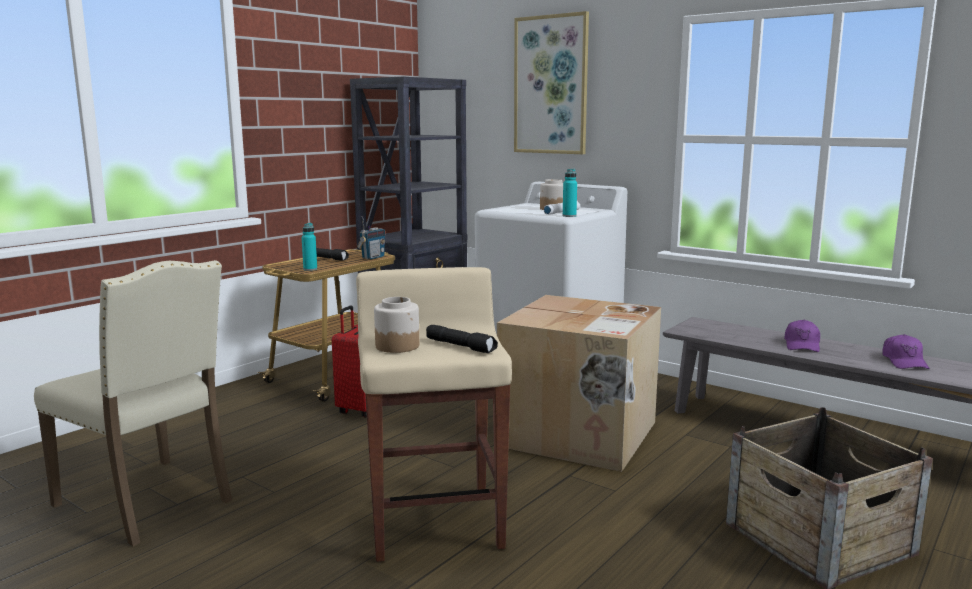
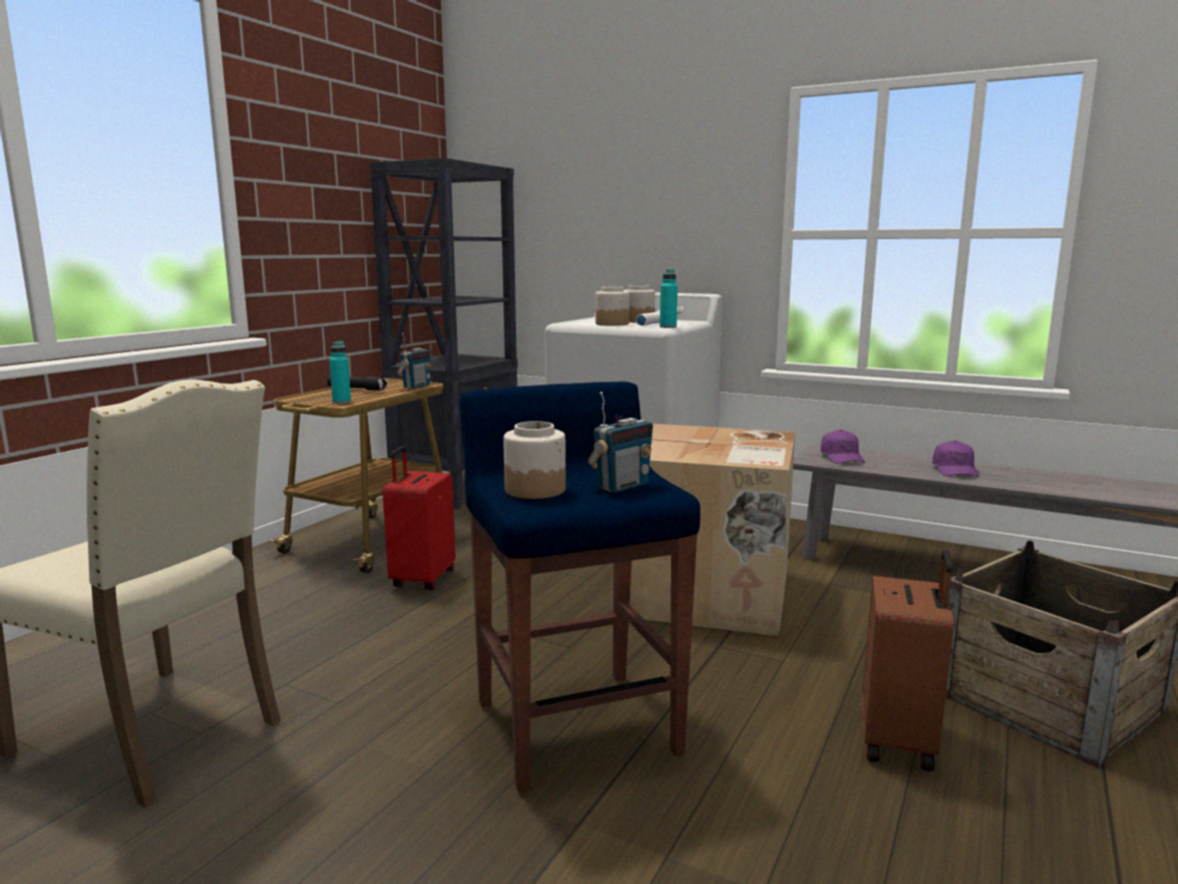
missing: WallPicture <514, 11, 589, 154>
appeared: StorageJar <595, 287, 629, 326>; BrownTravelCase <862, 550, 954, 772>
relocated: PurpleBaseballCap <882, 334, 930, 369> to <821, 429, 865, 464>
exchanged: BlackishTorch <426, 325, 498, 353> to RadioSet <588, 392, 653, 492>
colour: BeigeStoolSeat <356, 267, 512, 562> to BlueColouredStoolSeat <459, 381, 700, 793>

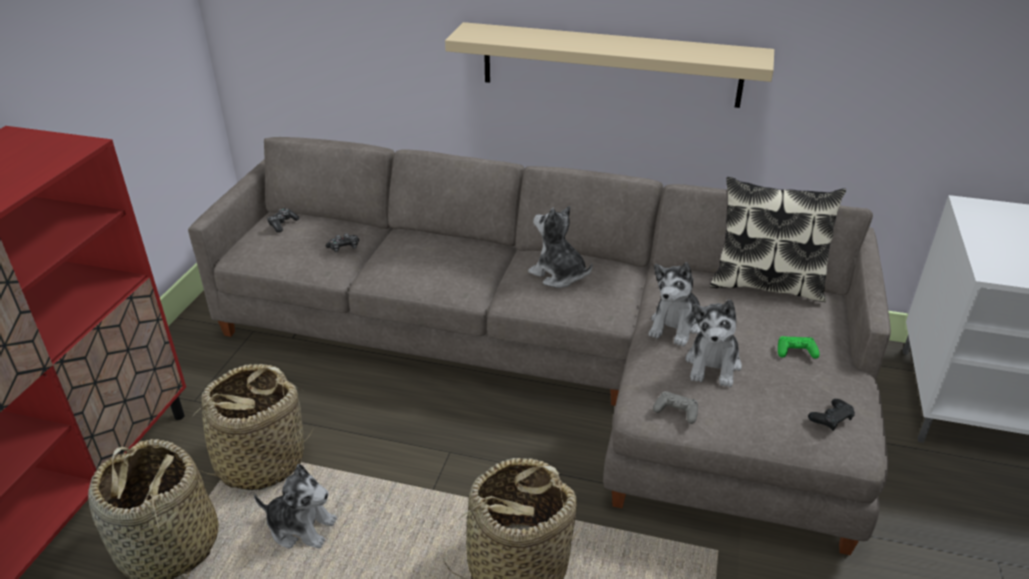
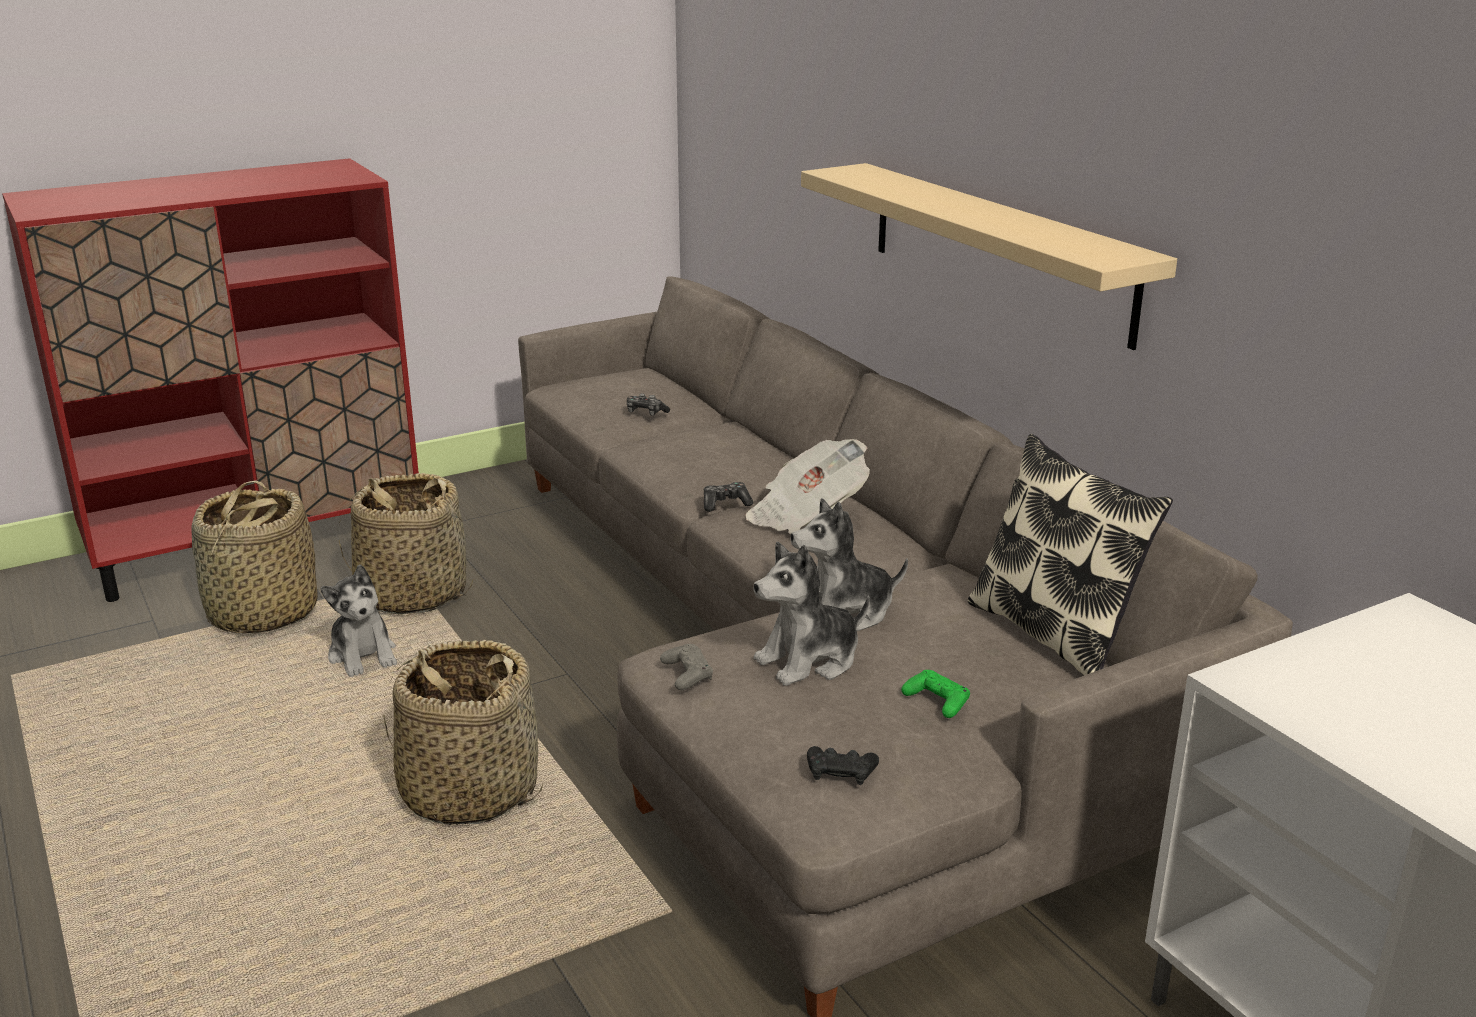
relocated: Joypad <267, 208, 300, 233> to <704, 482, 753, 512>
exchanged: SoftToy <528, 206, 593, 288> to PrintedPaper <746, 439, 870, 534>

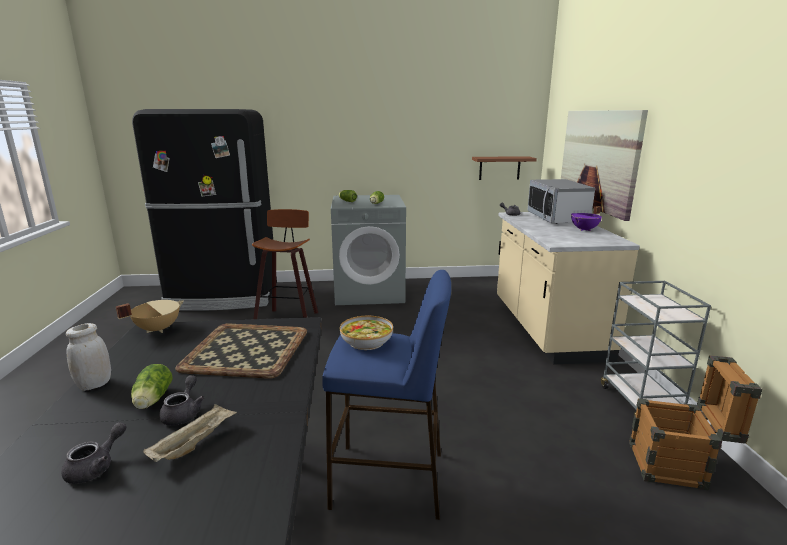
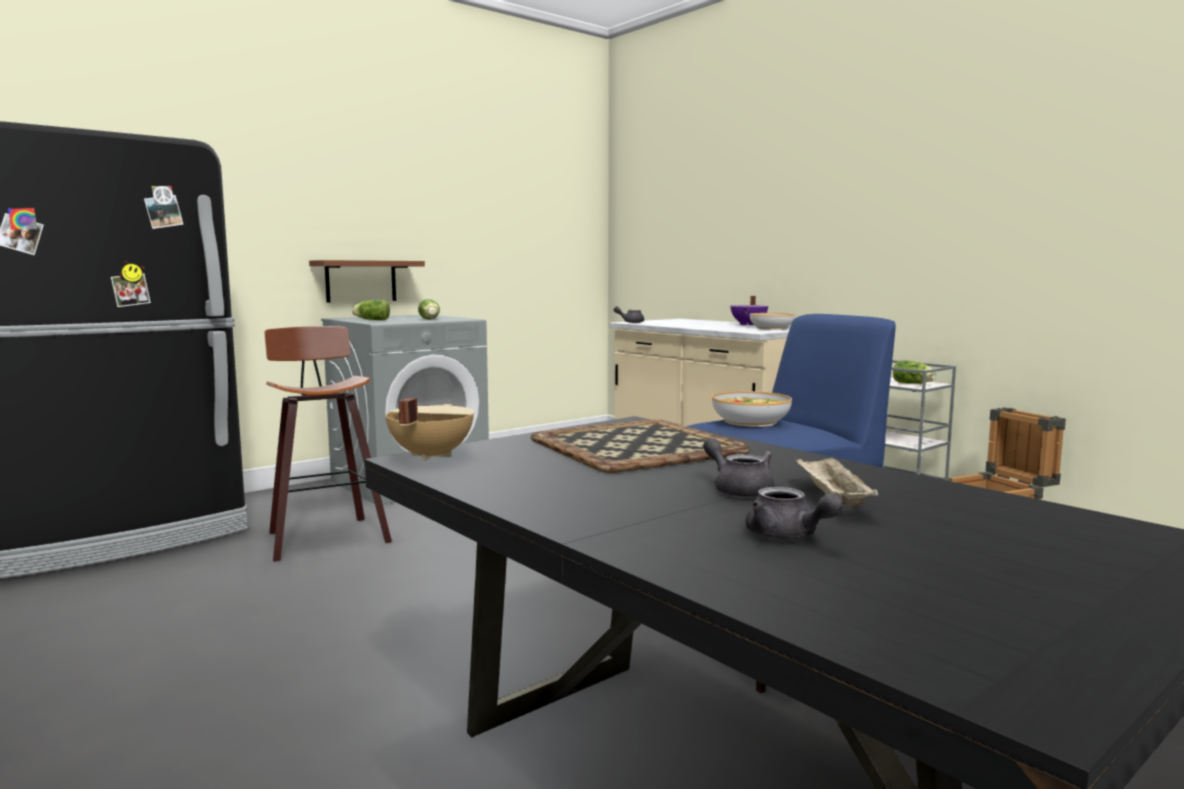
missing: WhiteStorageJar <66, 323, 111, 391>; KitchenMicrowave <527, 179, 595, 224>; WallPicture <561, 110, 648, 221>
appeared: DeepDish <750, 313, 795, 329>
relocated: HeadOfLettuce <131, 364, 173, 409> to <893, 360, 936, 384>; BrownBracketShelf <472, 156, 537, 180> to <309, 260, 425, 303>
spun: GreyTeapot <62, 422, 126, 484> = <745, 487, 844, 540> 150 degrees clockwise

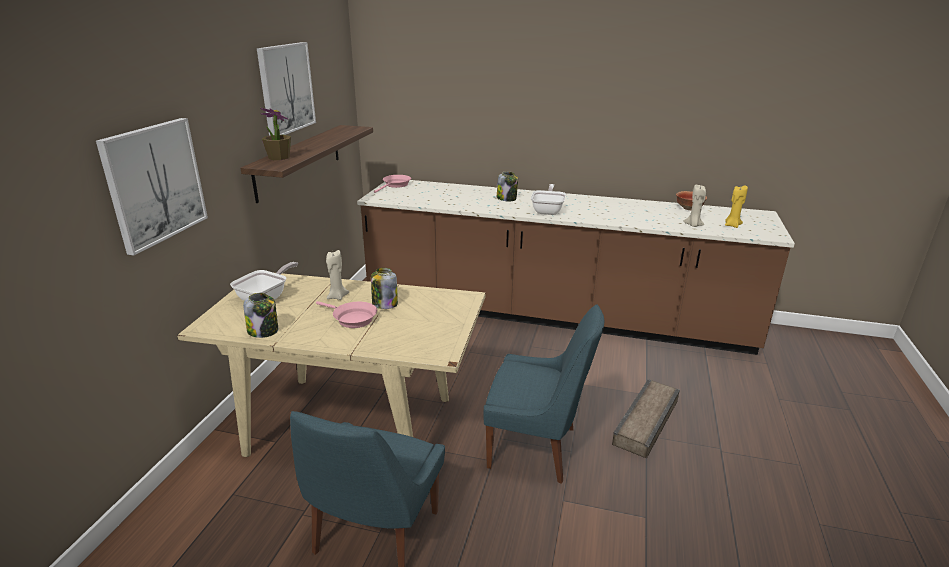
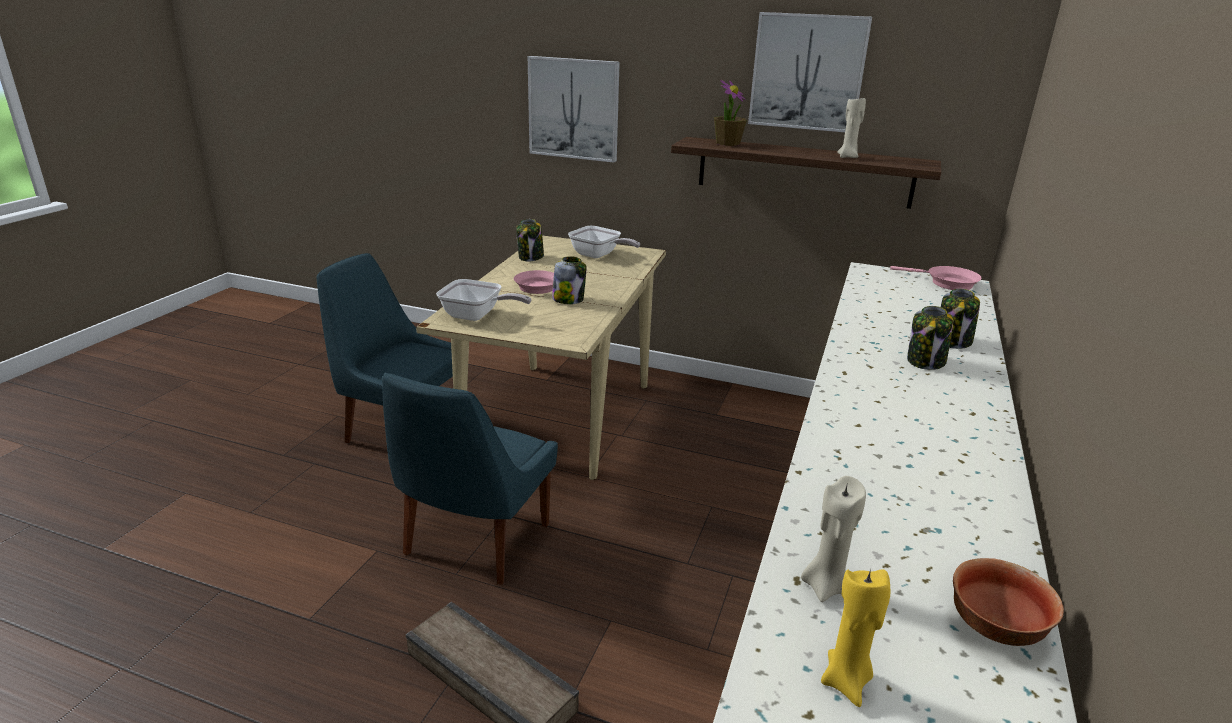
appeared: StorageJar <941, 289, 980, 349>
relocated: BeigeCandle <326, 250, 349, 300> to <837, 96, 866, 158>; Pan <531, 184, 566, 215> to <436, 279, 531, 321>

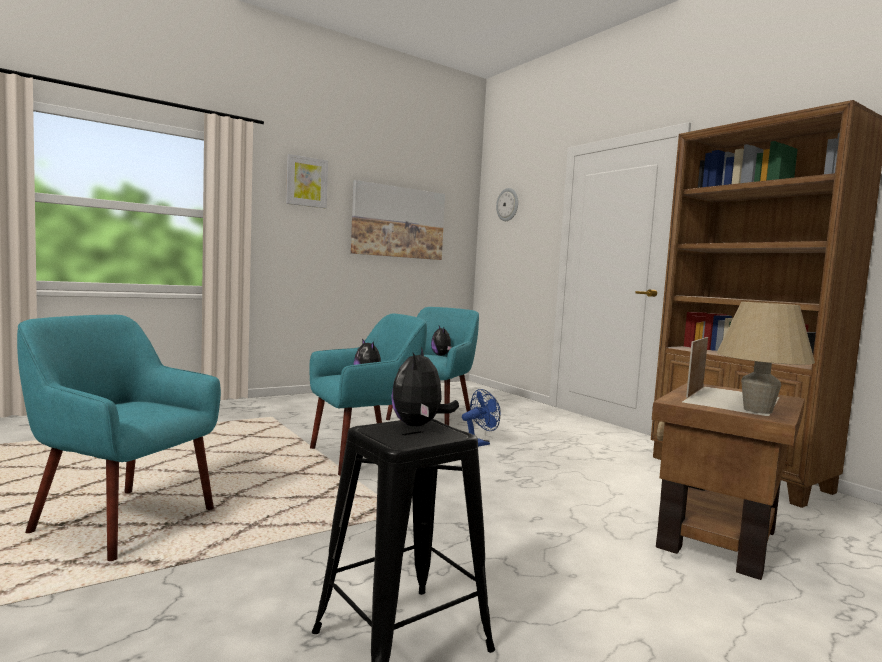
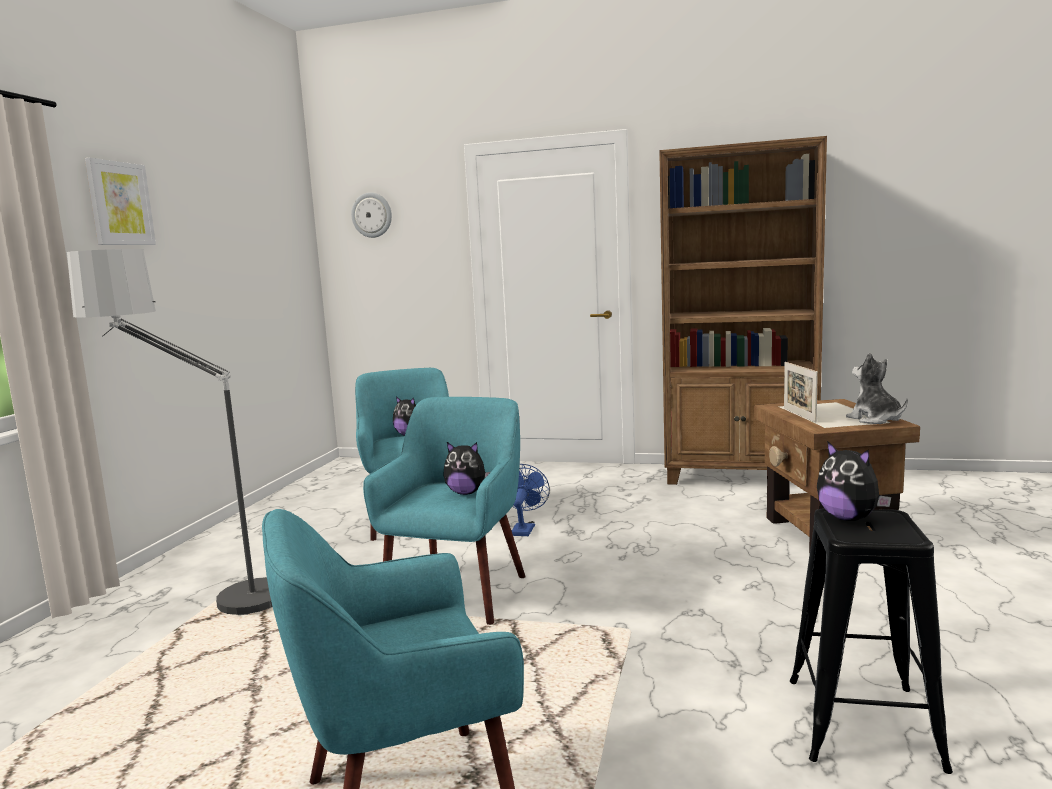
missing: WallPicture <351, 180, 445, 260>
appeared: StandingLamp <67, 249, 273, 615>
exchanged: BeigeLampForATable <717, 302, 815, 414> to SoftToy <846, 353, 908, 424>

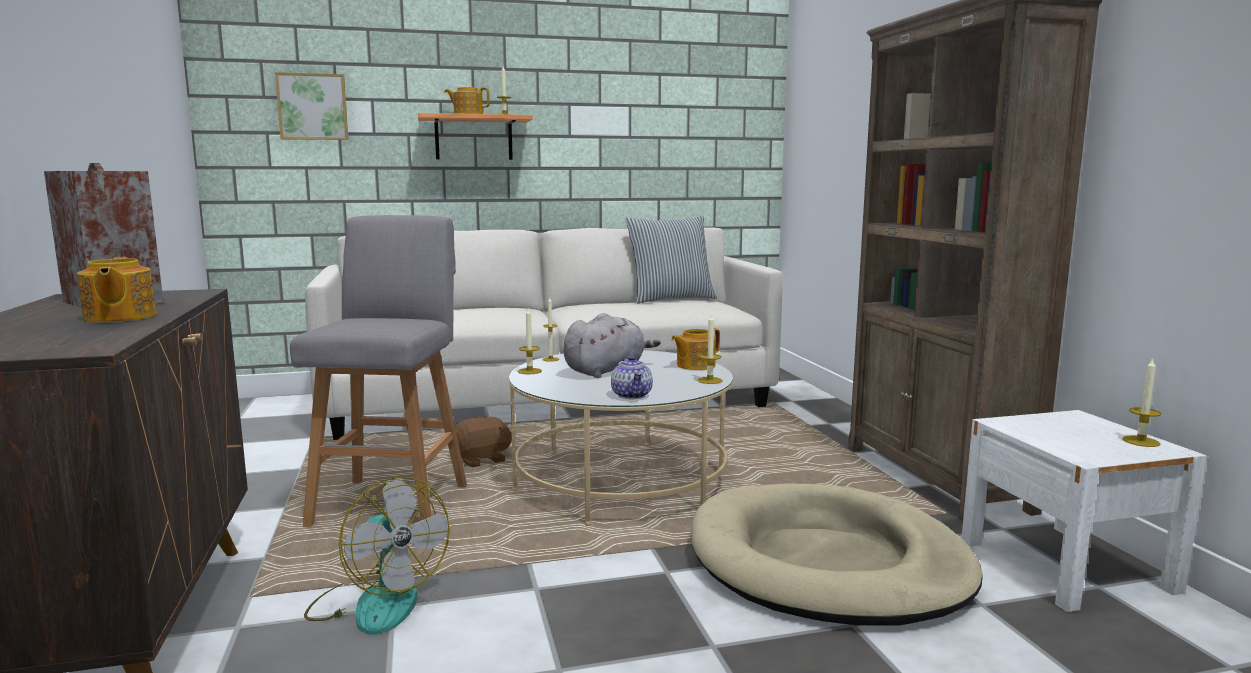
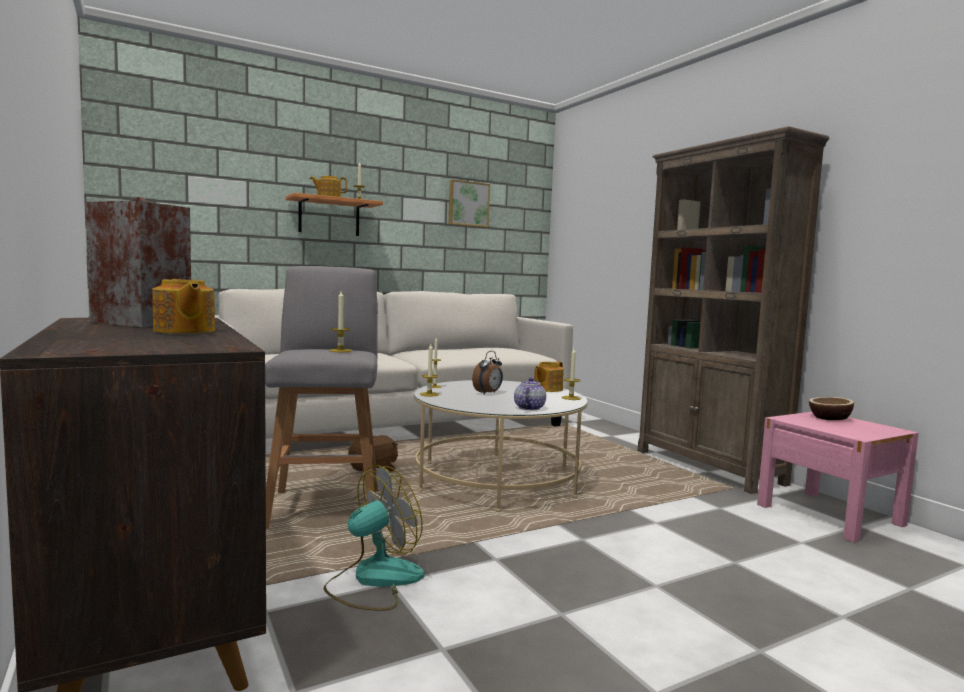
missing: Pillow <625, 216, 717, 304>; BeigeDogCushion <691, 483, 983, 626>
appeared: DeepDish <809, 397, 854, 420>
relocated: WallPicture <275, 72, 349, 140> to <448, 179, 490, 227>; Candle <1122, 357, 1162, 447> to <329, 291, 352, 352>
exchanged: GreySoftToy <563, 313, 660, 378> to TableClock <472, 351, 503, 395>
colour: WhiteBedsideTable <962, 410, 1207, 612> to PinkBedsideTable <757, 412, 919, 543>
spun: CoolingFan <304, 477, 450, 635> = <324, 465, 424, 611> 75 degrees counterclockwise; Teapot <611, 356, 653, 399> = <514, 377, 546, 410> 135 degrees counterclockwise

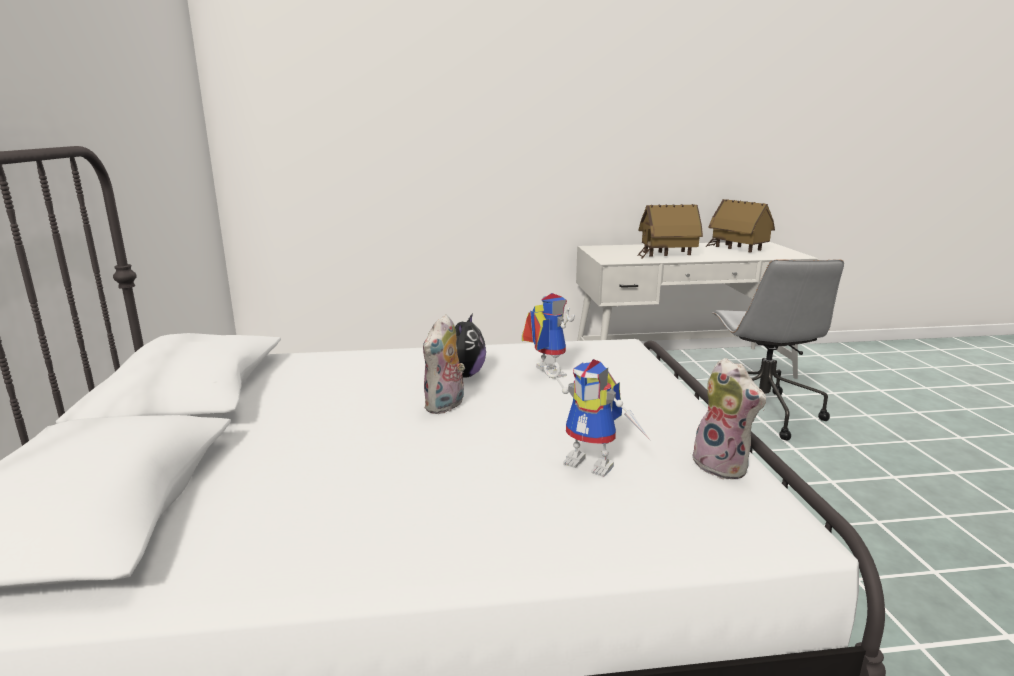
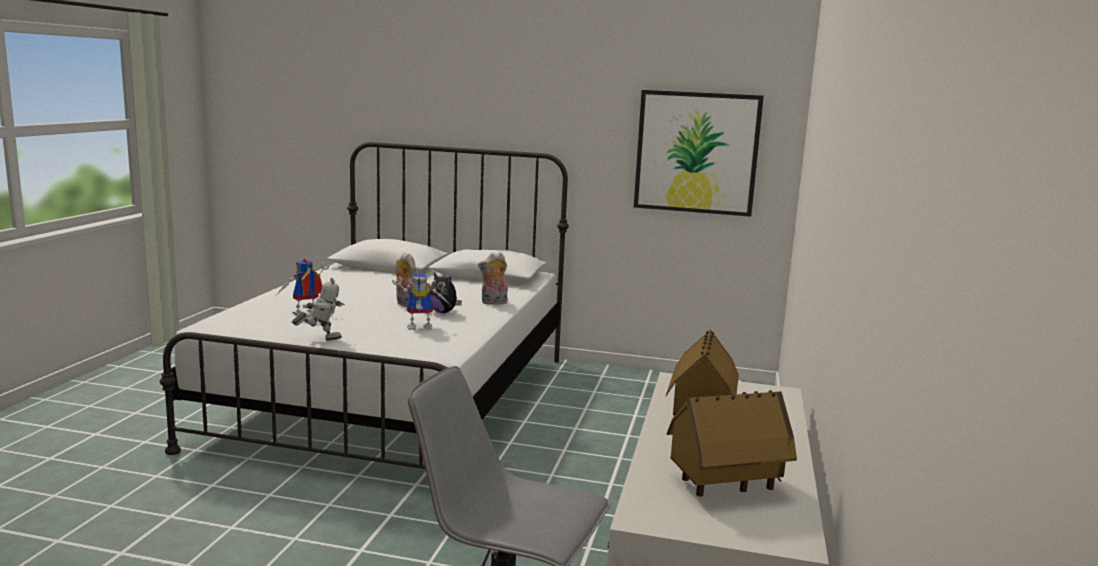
appeared: ToyRobot <292, 278, 345, 341>; WallPicture <634, 90, 764, 217>
relocated: SoftToy <692, 358, 766, 480> to <478, 252, 508, 305>

